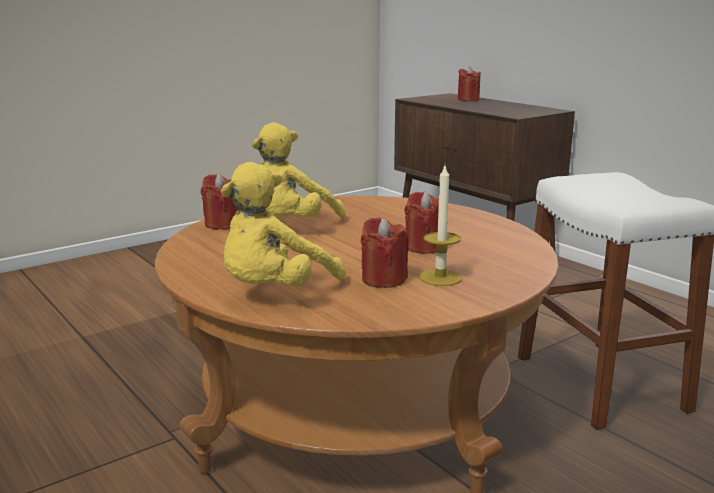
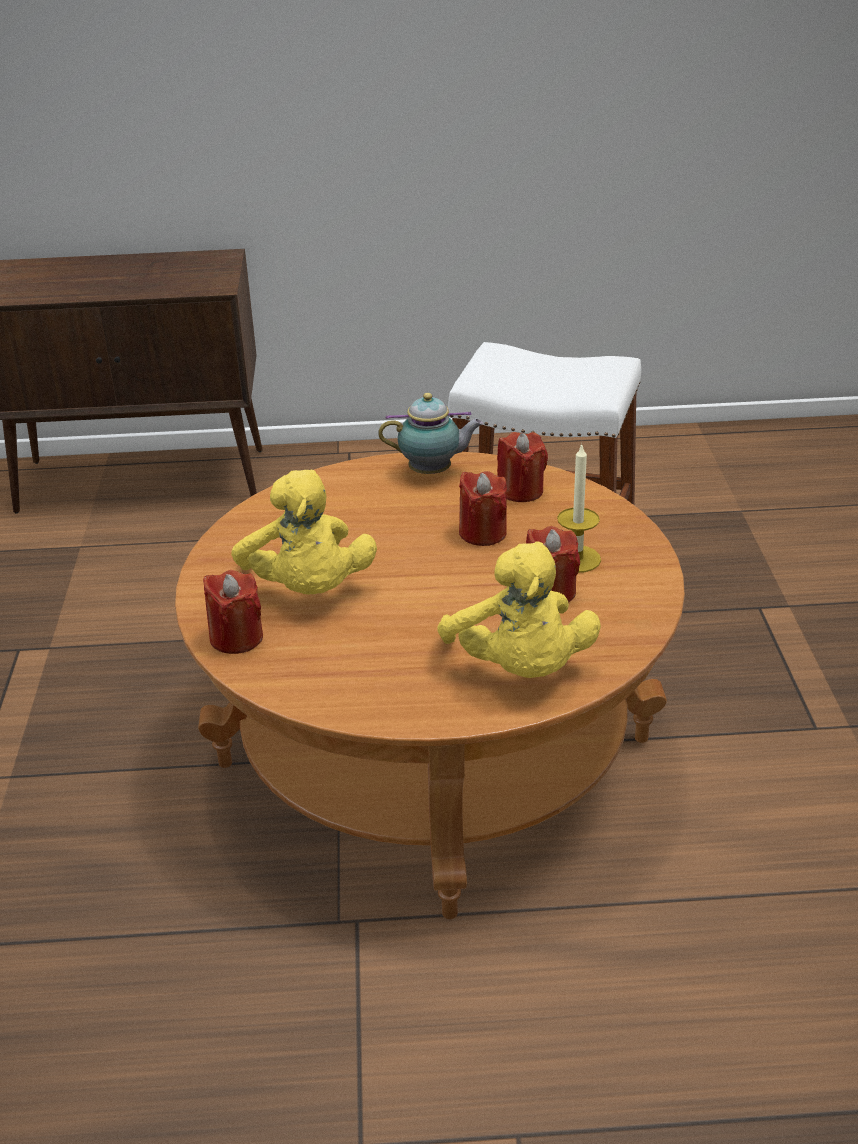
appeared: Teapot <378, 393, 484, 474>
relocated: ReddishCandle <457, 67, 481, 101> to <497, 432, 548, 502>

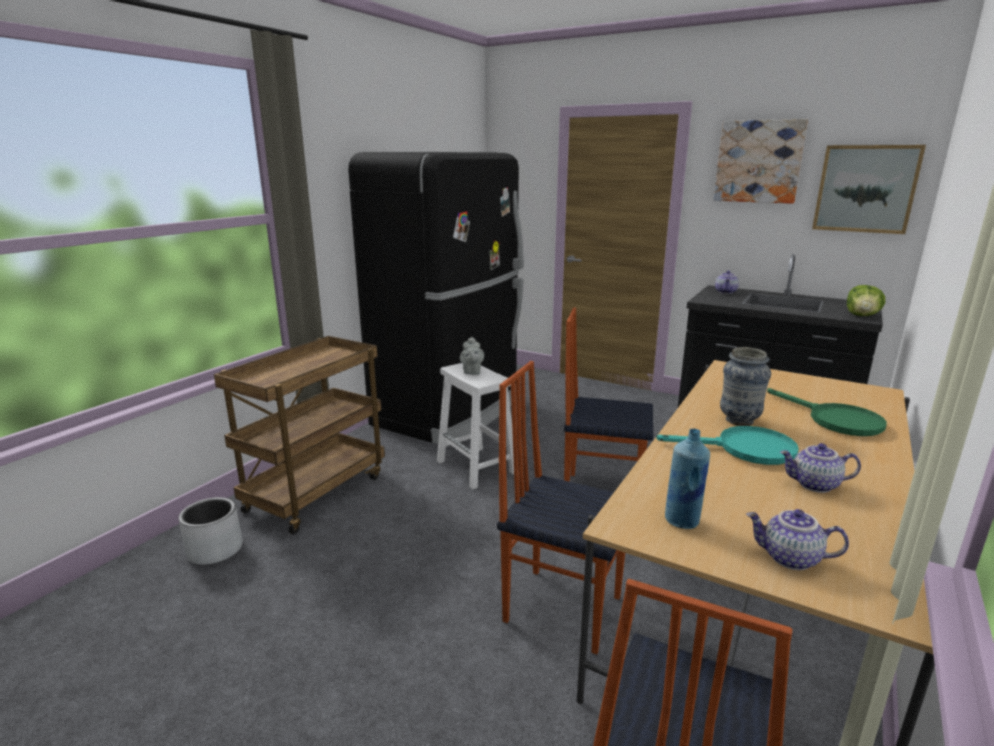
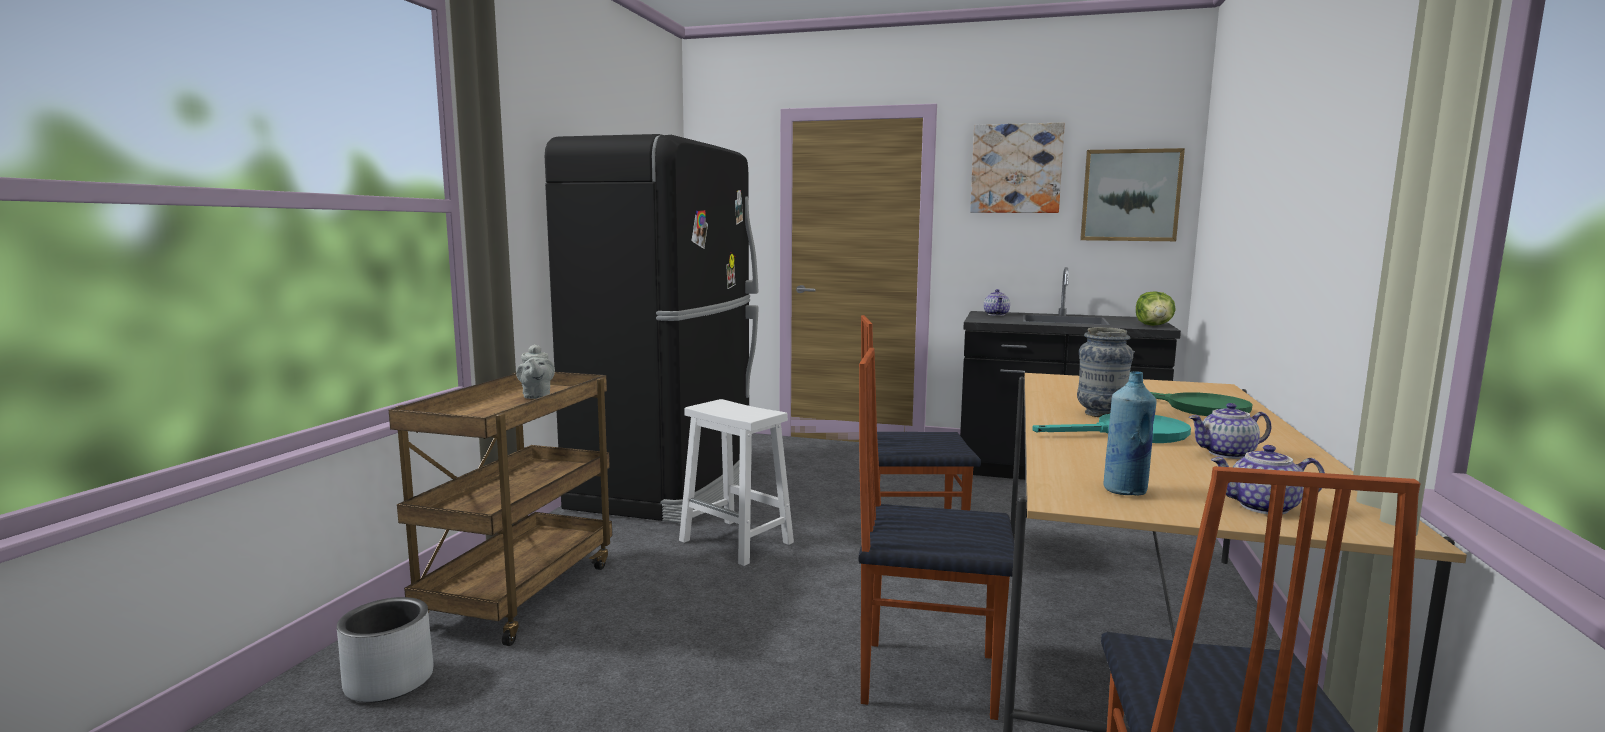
relocated: GreyTeapot <460, 336, 484, 375> to <516, 344, 555, 399>

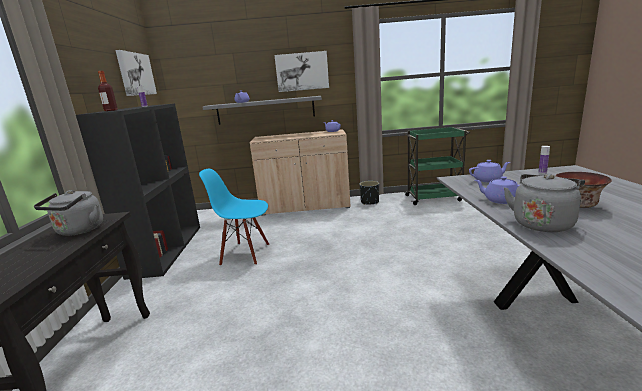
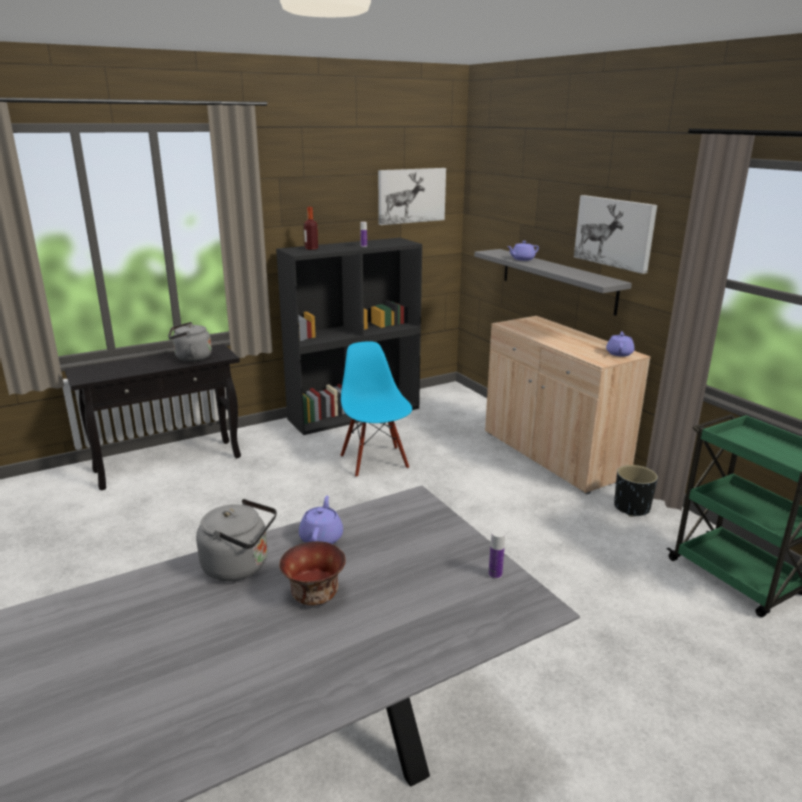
missing: PurpleTeapot <469, 160, 510, 182>

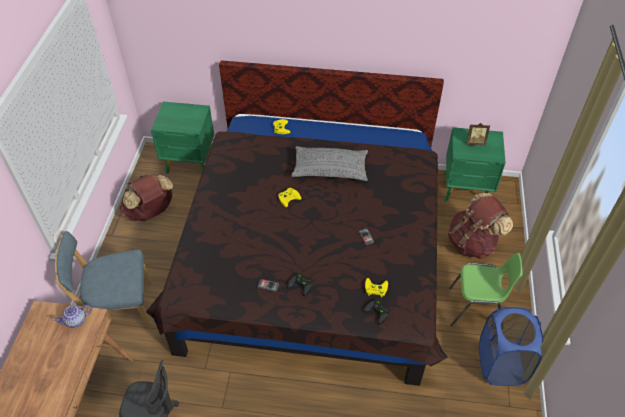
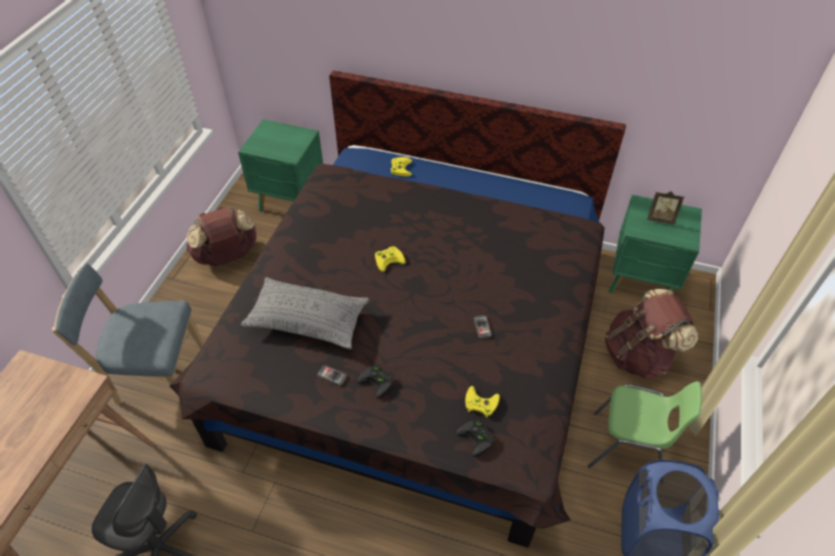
missing: Teapot <53, 305, 92, 328>
relocated: GreyPillow <291, 146, 368, 181> to <241, 277, 369, 349>

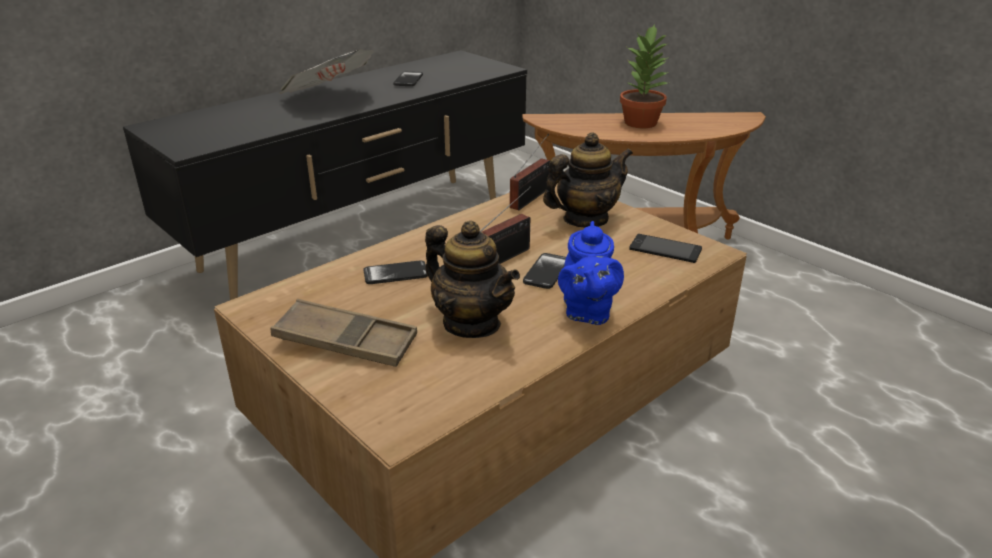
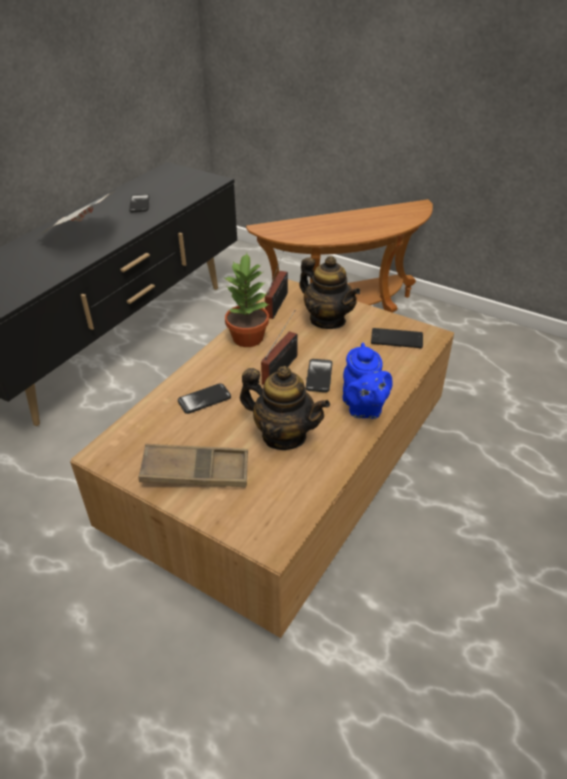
relocated: PlantInAPot <620, 24, 670, 128> to <223, 253, 269, 347>
spun: Teapot <543, 132, 633, 227> = <299, 256, 361, 329> 90 degrees clockwise

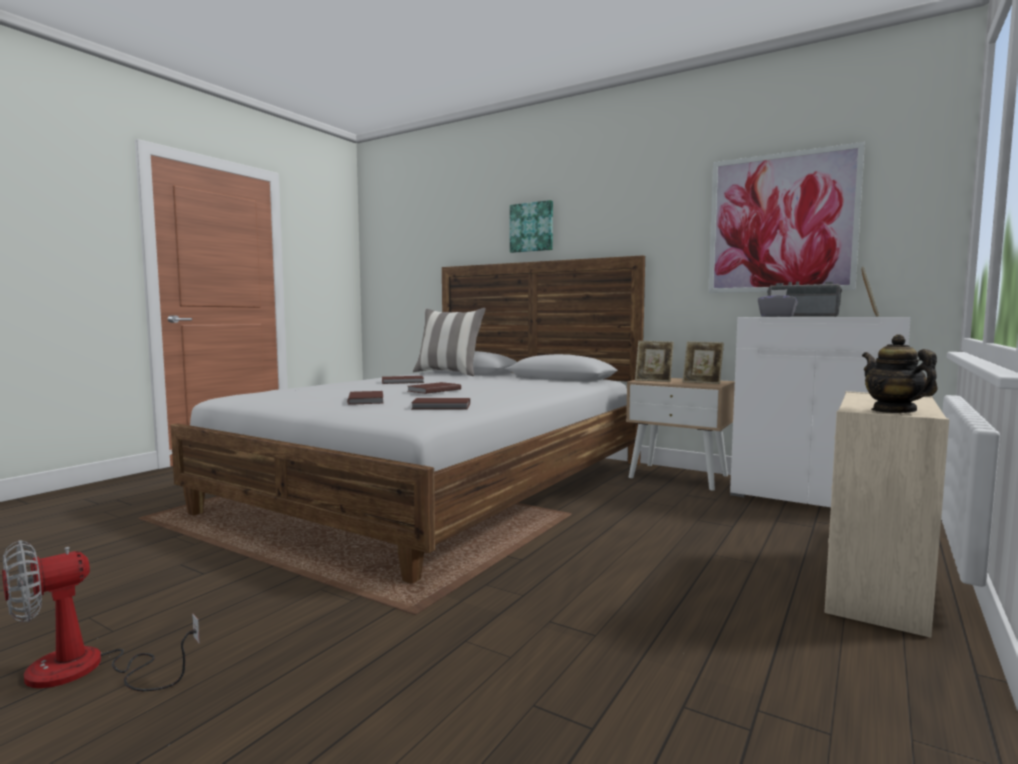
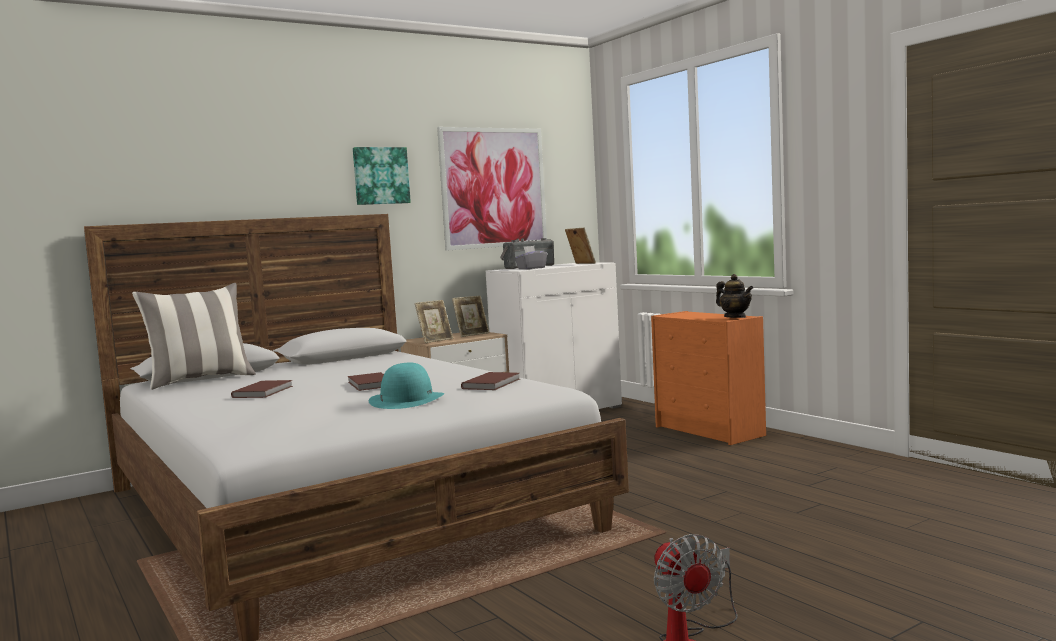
relocated: WallPicture <510, 200, 553, 253> to <353, 147, 411, 205>
exchanged: BrownVolume <347, 391, 384, 405> to TurquoiseColouredHat <369, 362, 444, 409>
colour: BeigeChestOfDrawers <824, 391, 949, 638> to OrangeyChestOfDrawers <651, 311, 766, 445>
spun: Teapot <862, 335, 938, 413> = <716, 274, 753, 318> 135 degrees counterclockwise

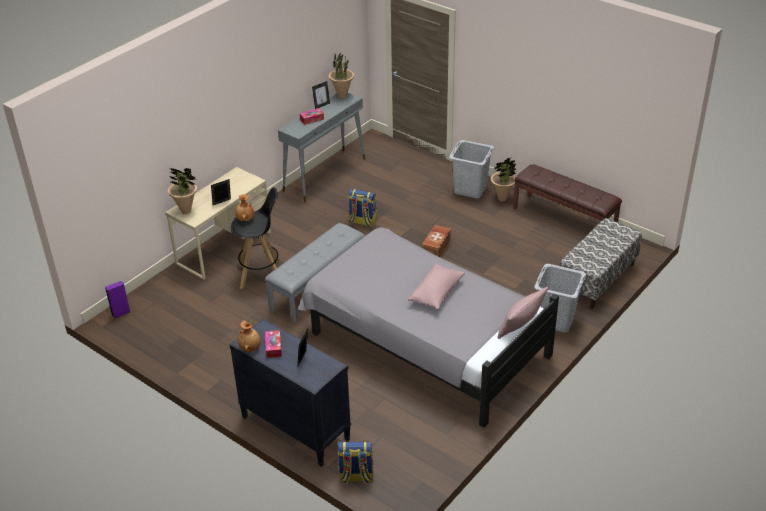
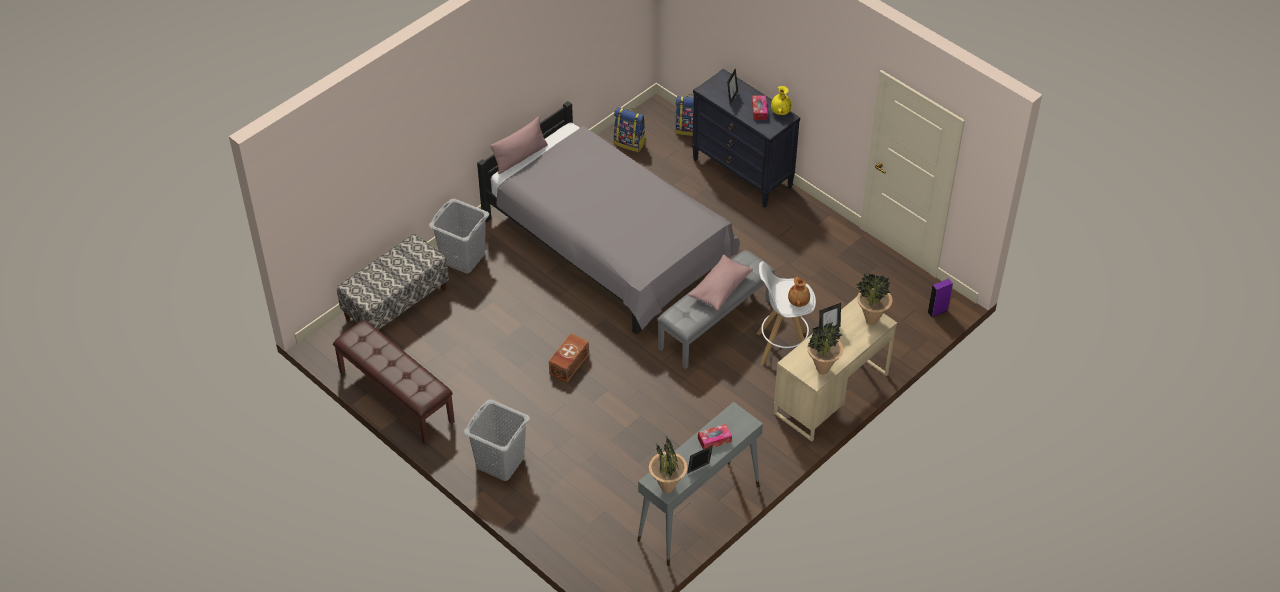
relocated: Backpack <348, 189, 377, 227> to <614, 107, 646, 152>; PinkPillow <408, 264, 465, 310> to <688, 254, 753, 311>; PlantInAPot <491, 158, 516, 202> to <807, 322, 843, 374>
colour: BlackishStoolSeat <231, 187, 281, 289> to WhiteStoolSeat <756, 261, 816, 366>; BrownVase <238, 320, 261, 352> to YellowColouredVase <771, 86, 791, 115>

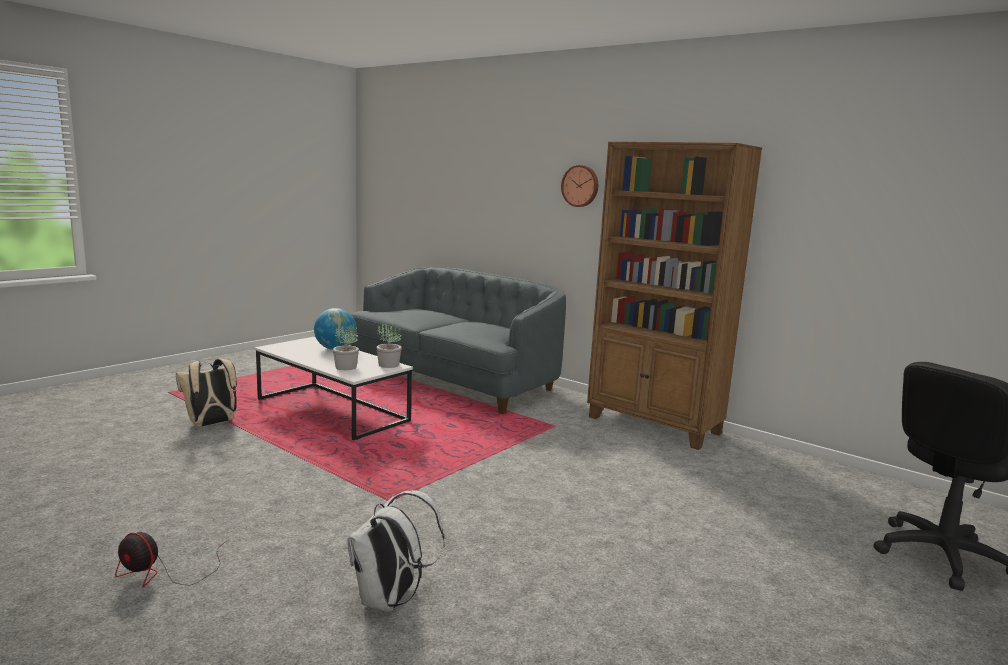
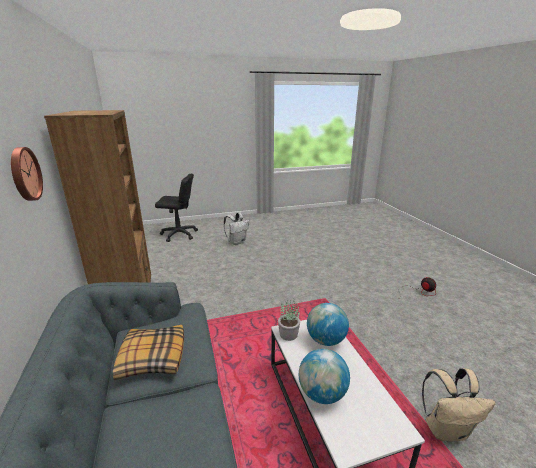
appeared: Pillow <113, 325, 184, 380>
relocated: WhiteBackpack <347, 490, 444, 612> to <224, 212, 250, 245>
exchanged: PlantInAPot <333, 323, 359, 370> to WorldGlobe <307, 303, 349, 346>

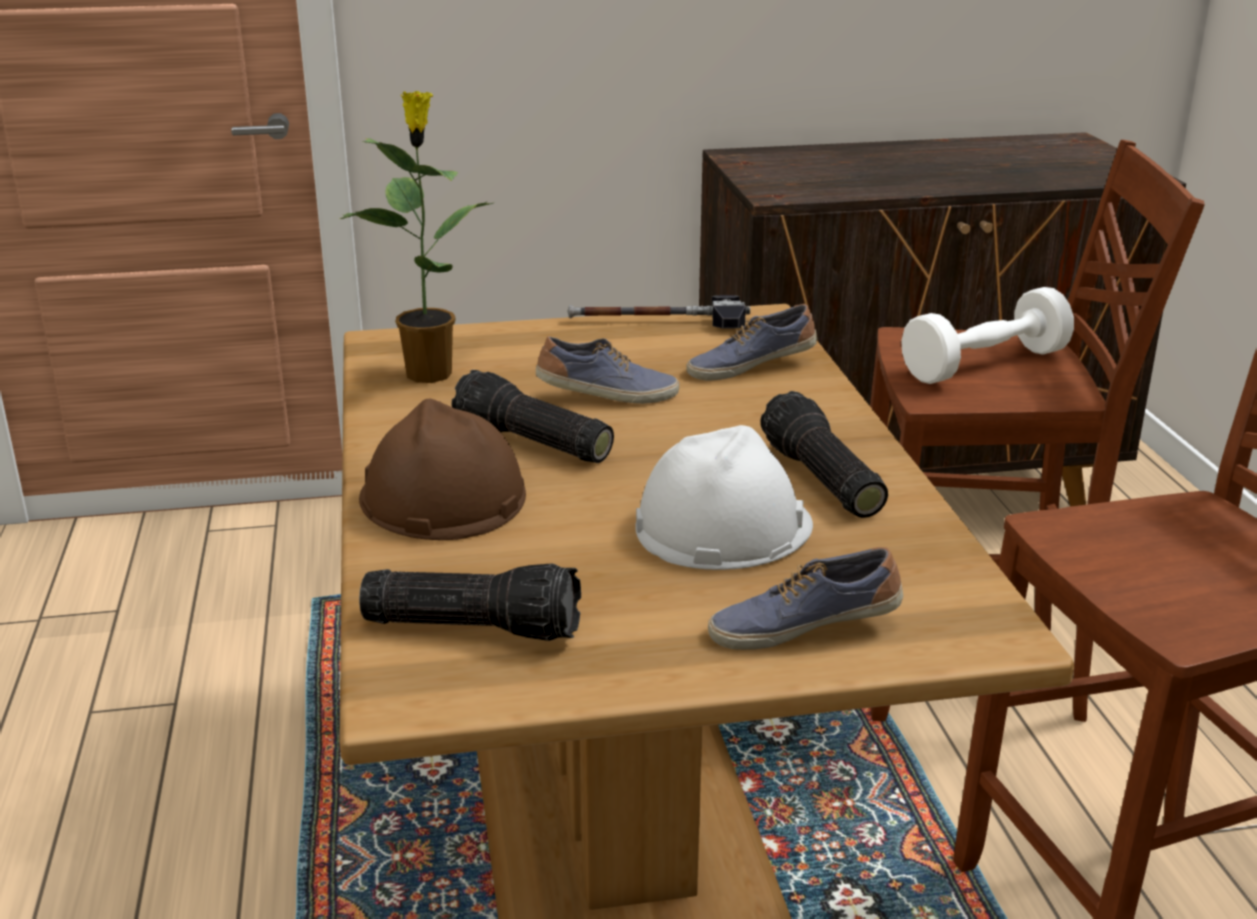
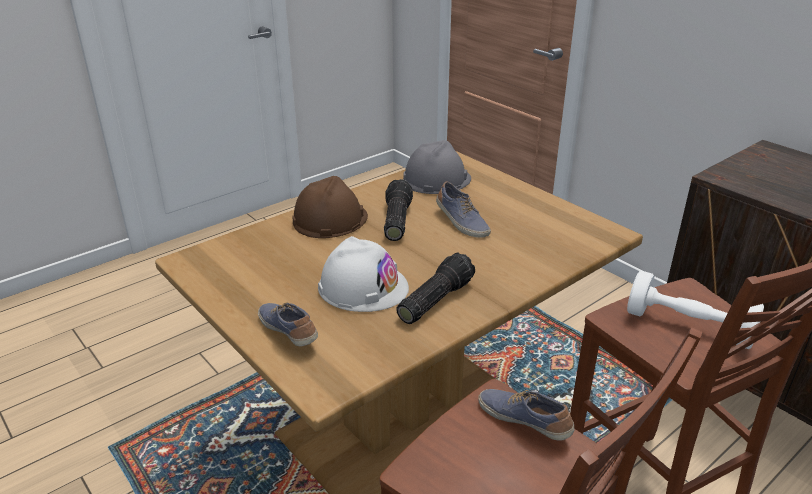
missing: Torch <359, 563, 581, 641>; ToolHammer <567, 295, 750, 328>
relocated: Shoe <686, 304, 817, 380> to <478, 389, 574, 441>
exchanged: PlantInAPot <340, 91, 495, 383> to GreyHardHat <403, 140, 471, 194>

